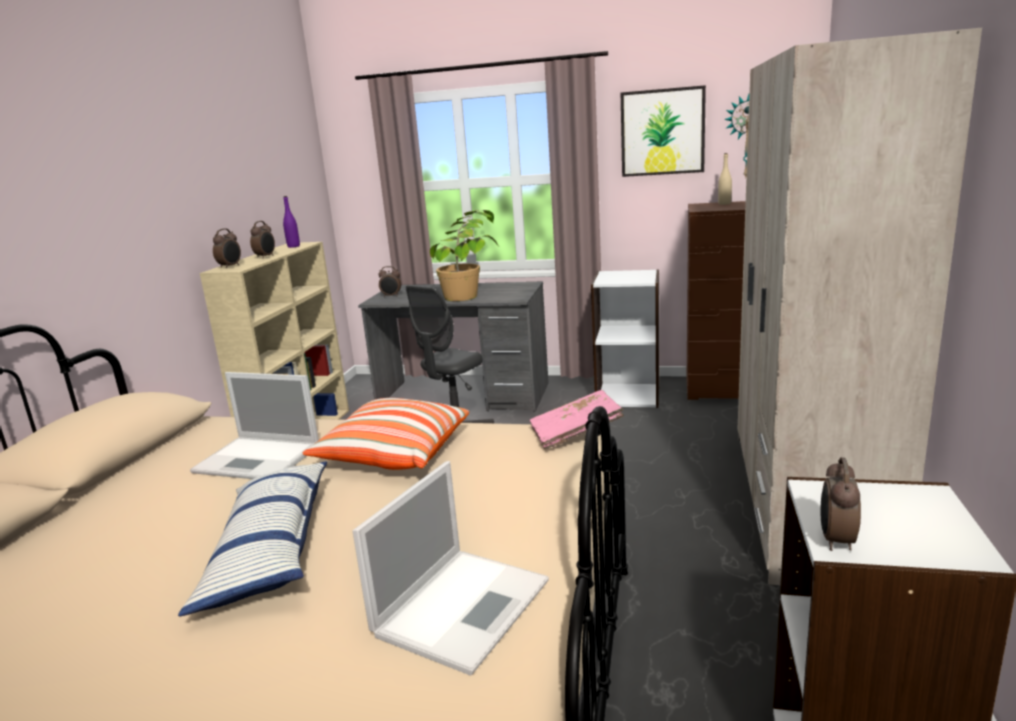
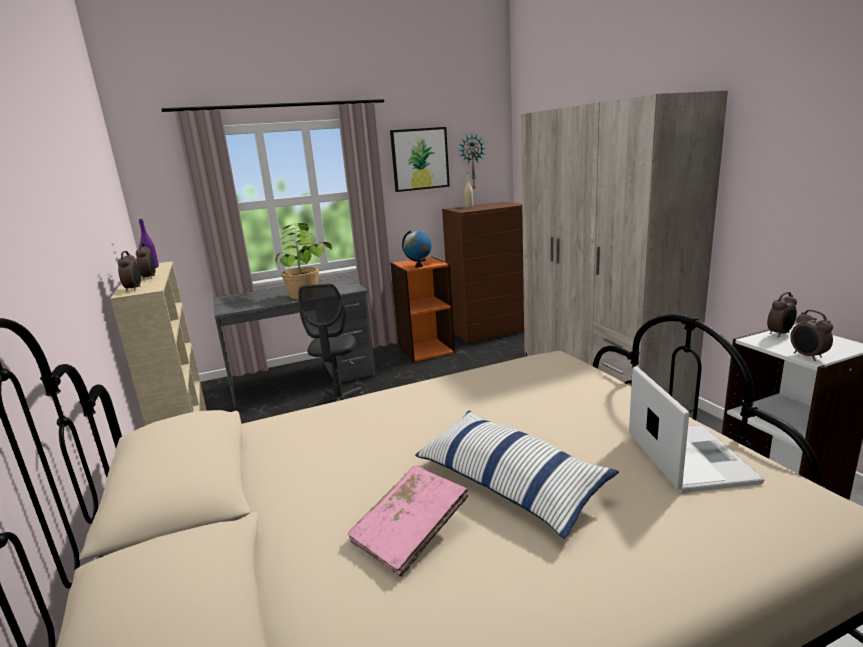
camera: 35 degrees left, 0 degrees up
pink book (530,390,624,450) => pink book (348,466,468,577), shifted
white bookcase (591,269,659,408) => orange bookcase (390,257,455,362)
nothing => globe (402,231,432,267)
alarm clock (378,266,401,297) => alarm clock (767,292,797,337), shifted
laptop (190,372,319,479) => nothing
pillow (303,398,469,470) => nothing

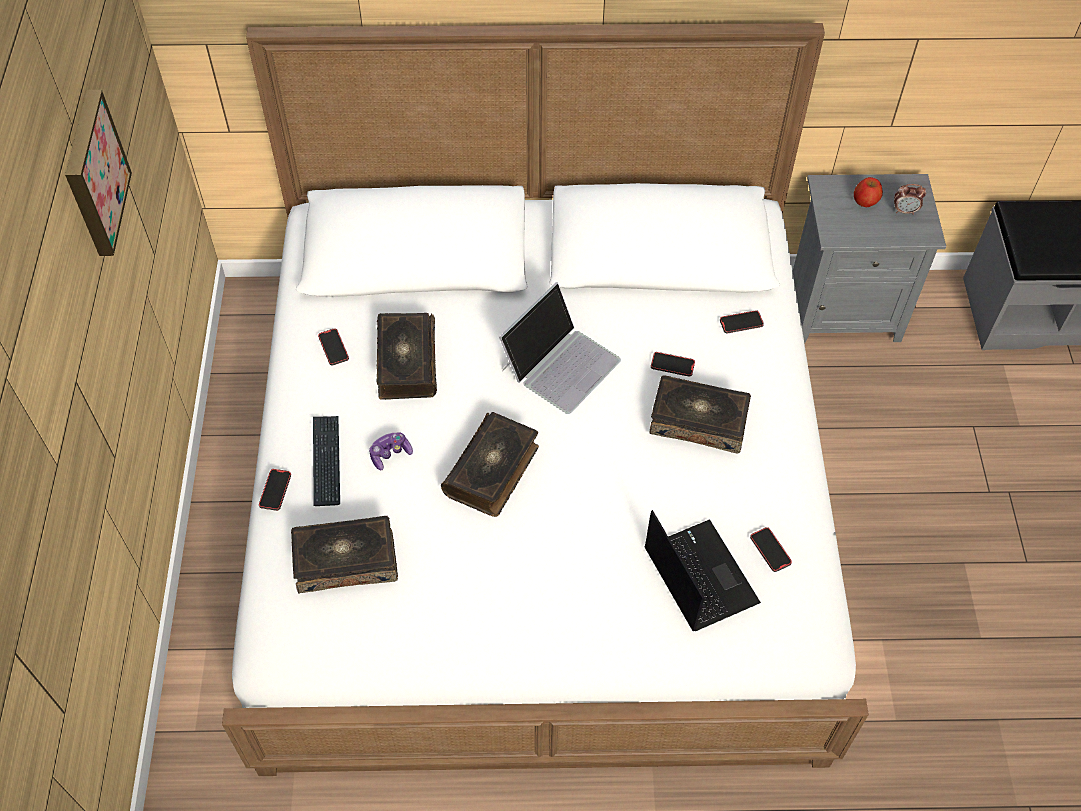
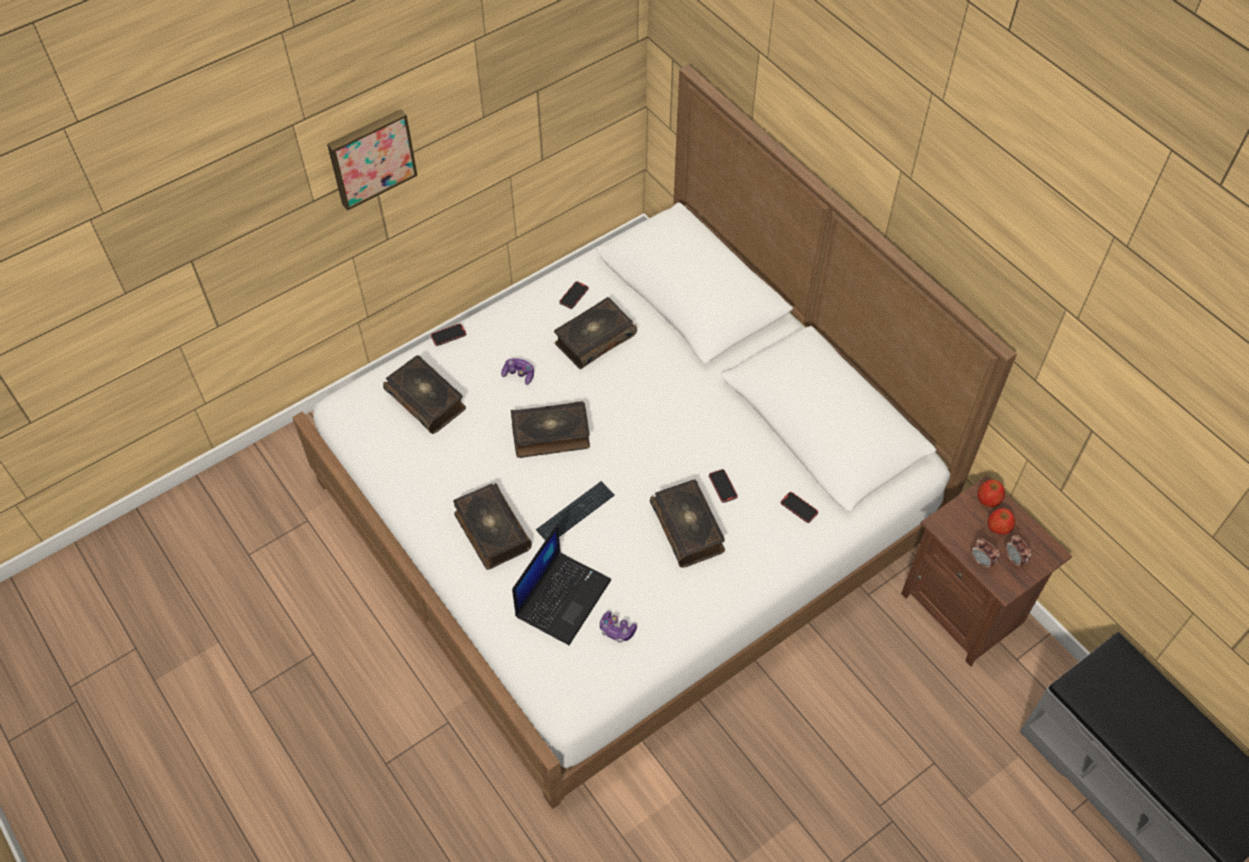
camera: 55 degrees right, 0 degrees up
picture (65,90,132,256) => picture (327,109,418,211), shifted
nothing => book (453,483,532,570)
keyboard (313,416,340,506) => keyboard (536,481,615,540), shifted
phone (750,527,792,572) => game controller (600,611,637,642)
grey nightstand (793,174,946,343) => brown nightstand (901,475,1072,667)
nothing => alarm clock (970,538,1000,568)
nothing => apple (977,480,1005,507)
laptop (499,282,621,414) => nothing

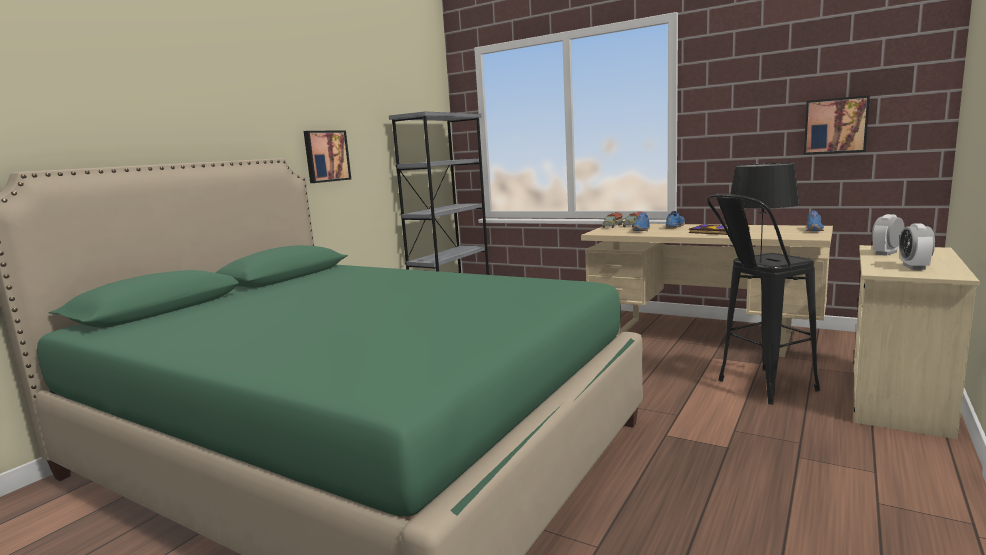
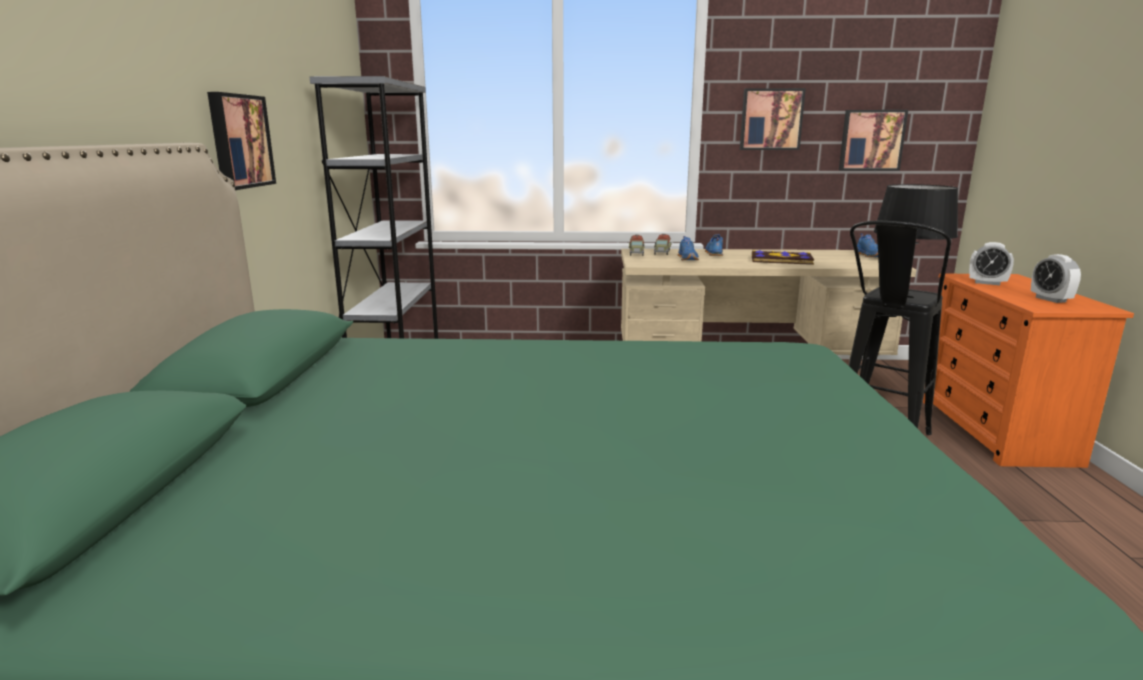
camera: 30 degrees left, 5 degrees up
nothing => picture (740,88,806,150)
beige dresser (853,245,980,439) => orange dresser (923,274,1134,468)
alarm clock (872,214,905,256) => alarm clock (969,242,1014,285), 90 degrees counterclockwise

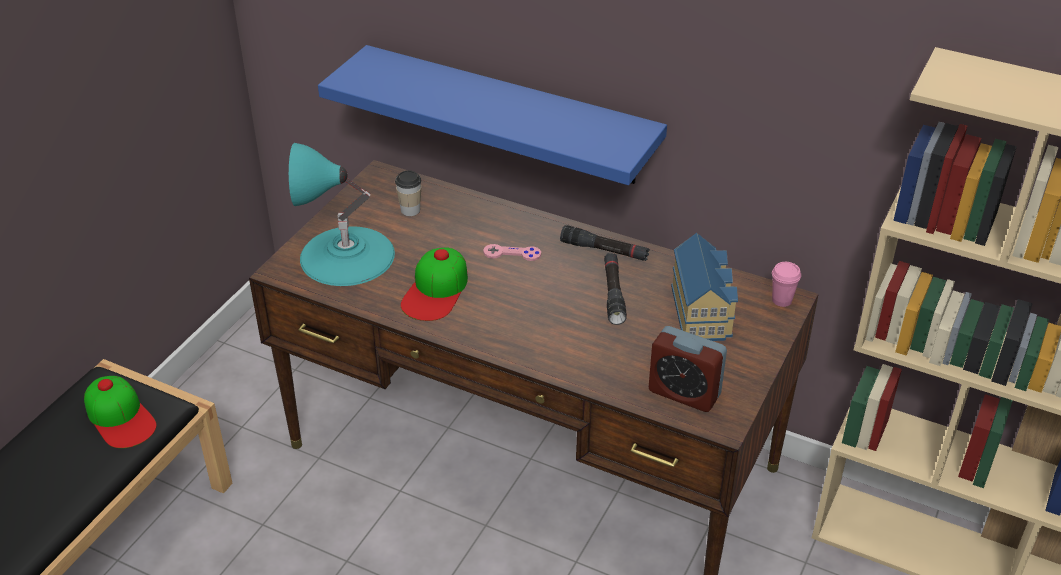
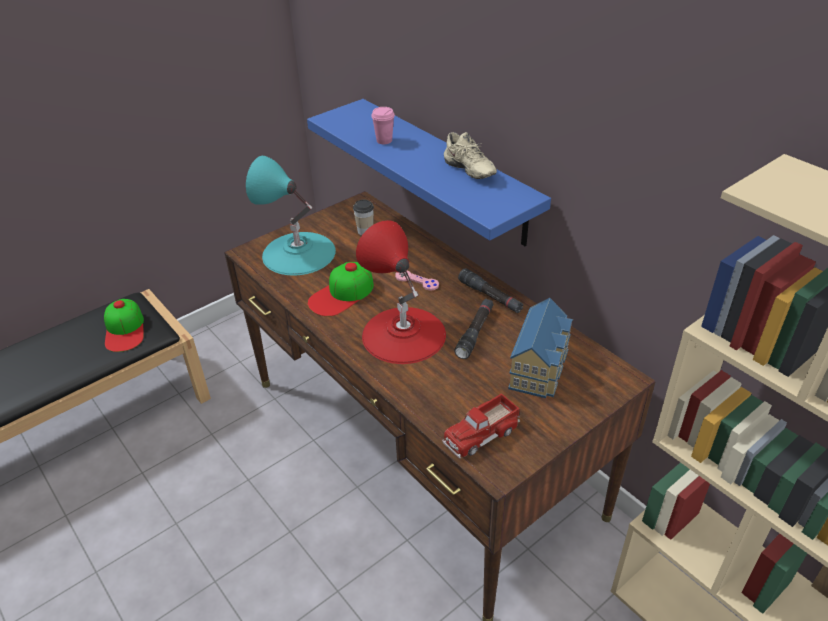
camera: 25 degrees right, 0 degrees up
nothing => red table lamp (356,220,446,364)
pink cup (772,262,801,307) => pink cup (371,107,395,144), shifted
alarm clock (649,326,727,412) => toy truck (442,393,520,459)
nothing => beige shoe (444,132,497,179)

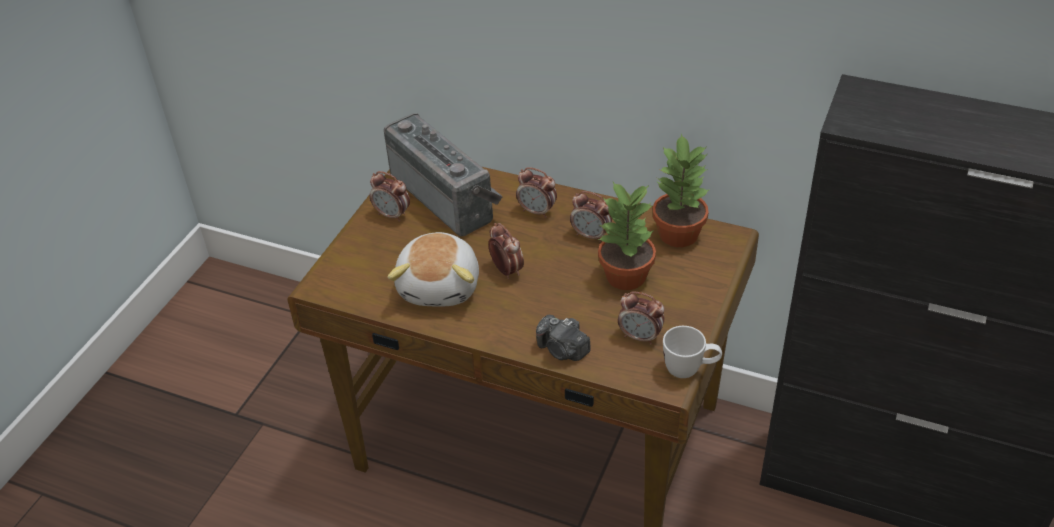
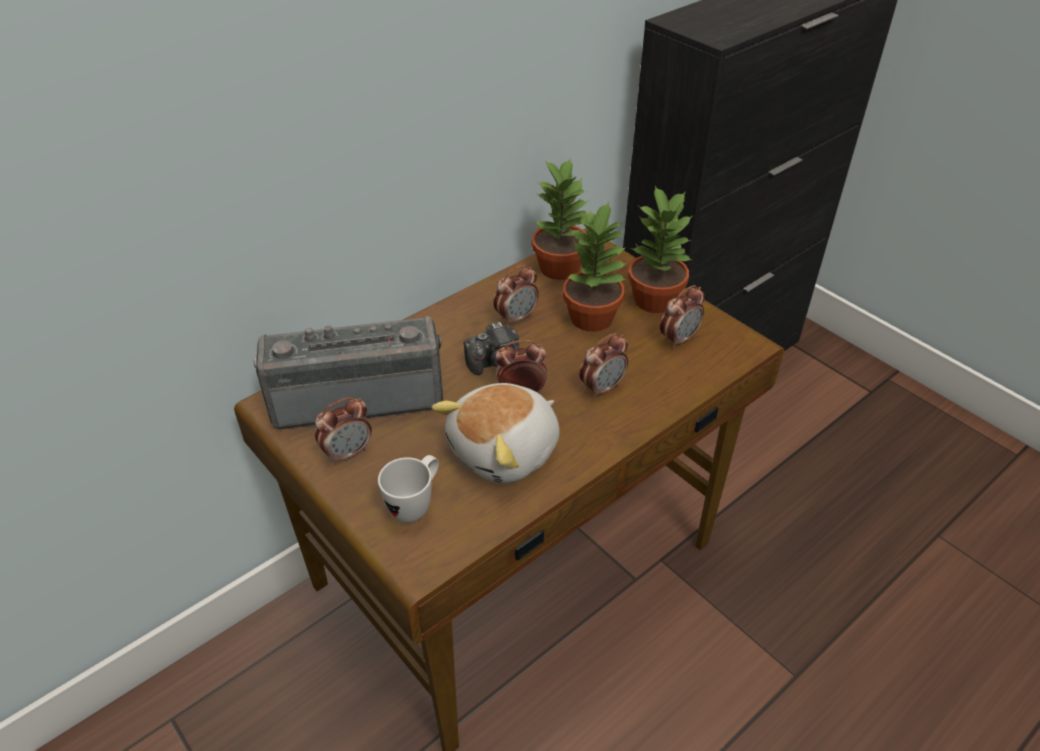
camera: 65 degrees left, 0 degrees up
white mug (663,326,722,378) => white mug (378,455,439,523), shifted
plush toy (388,232,479,307) => plush toy (431,383,560,484), 105 degrees clockwise
photo camera (536,315,591,361) => photo camera (464,322,519,375), shifted
alarm clock (516,167,557,218) => alarm clock (579,333,628,398), shifted
nothing => potted plant (628,186,692,313)

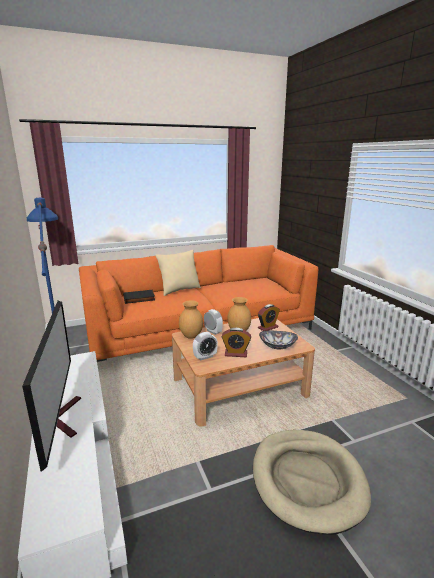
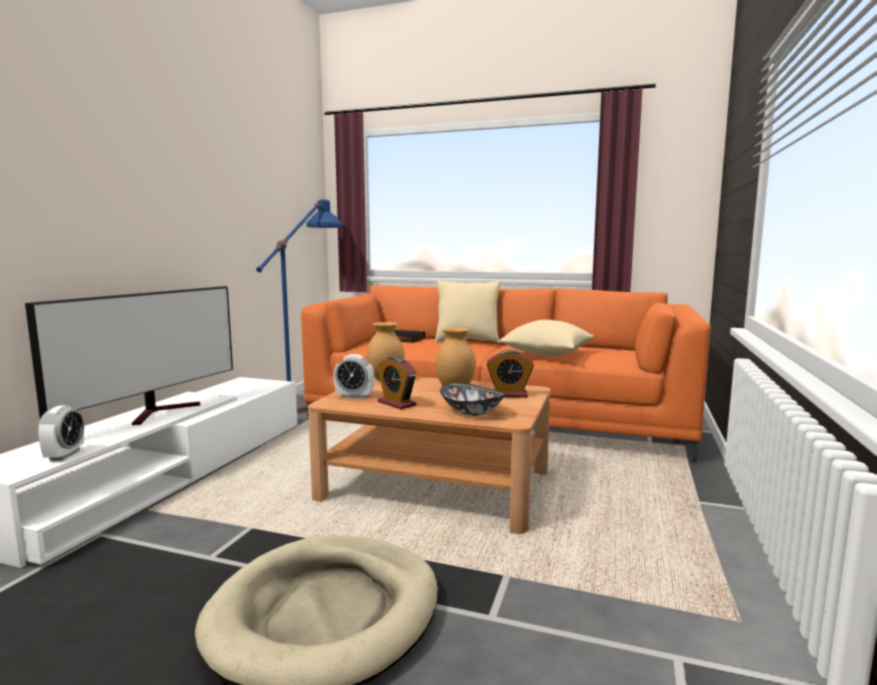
camera: 40 degrees right, 10 degrees down
alarm clock (204,309,223,335) => alarm clock (37,406,84,461), shifted
nothing => beige pillow (499,320,595,356)

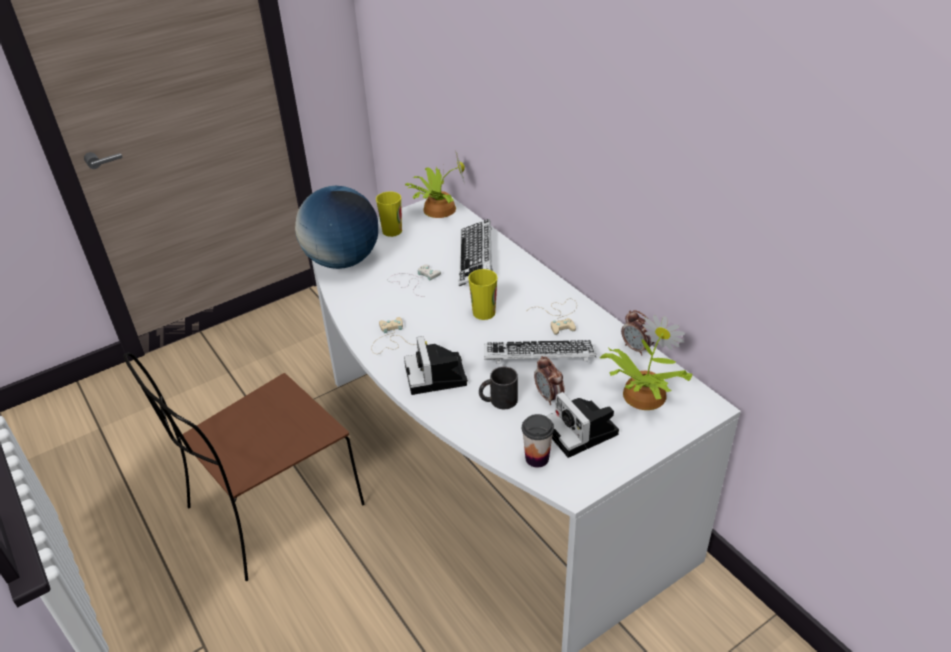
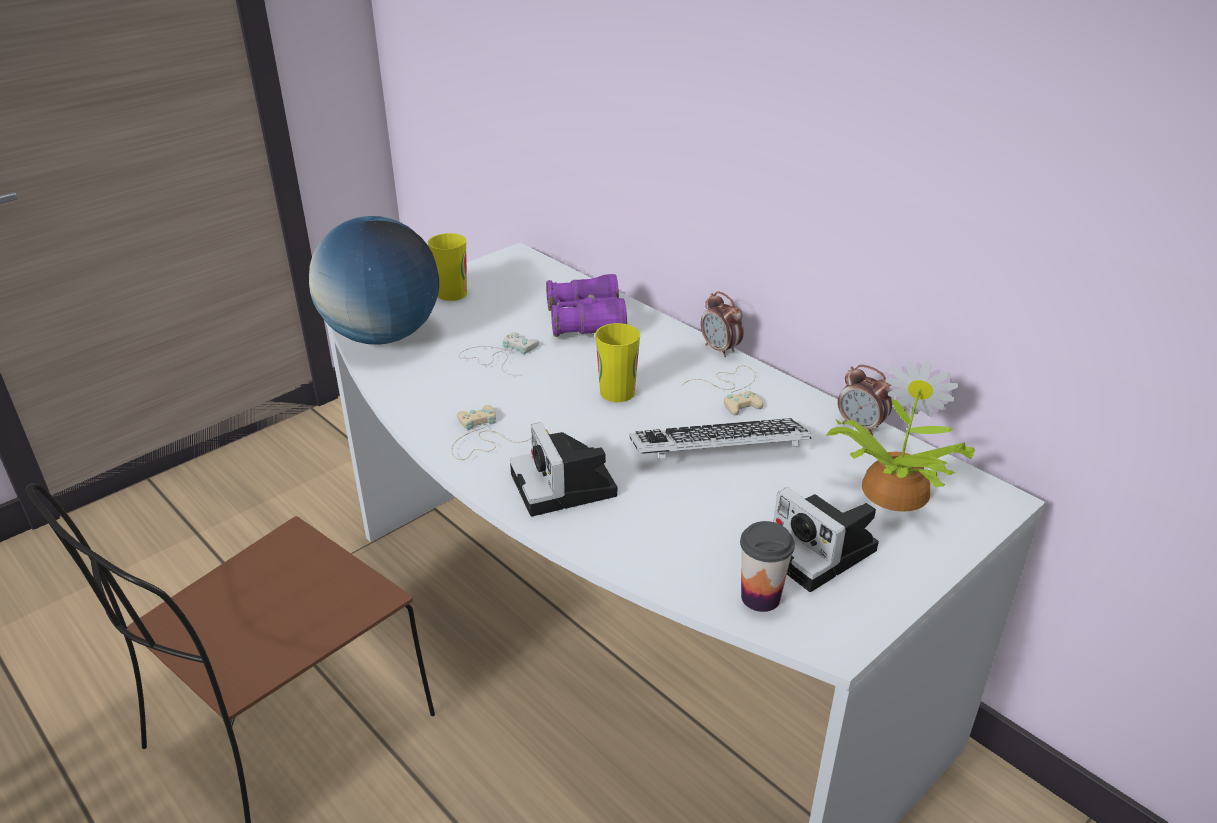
camera: 10 degrees left, 5 degrees down
keyboard (459,219,493,286) => purple binoculars (546,274,627,337)
alarm clock (534,356,565,405) => alarm clock (701,291,744,357), shifted
potted plant (405,154,465,218) => nothing
black mug (479,367,518,409) => nothing

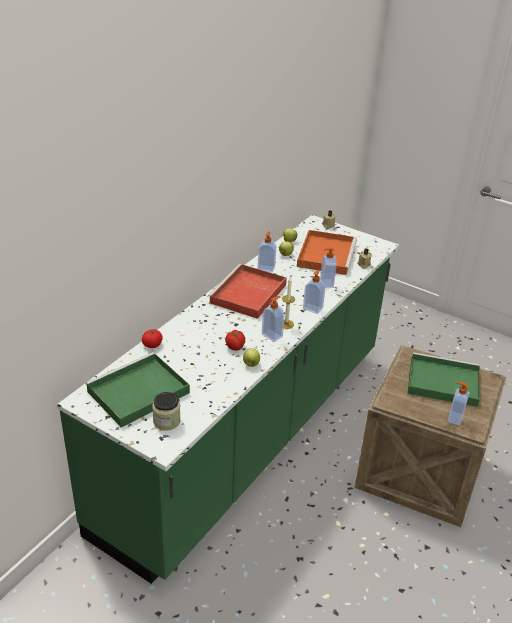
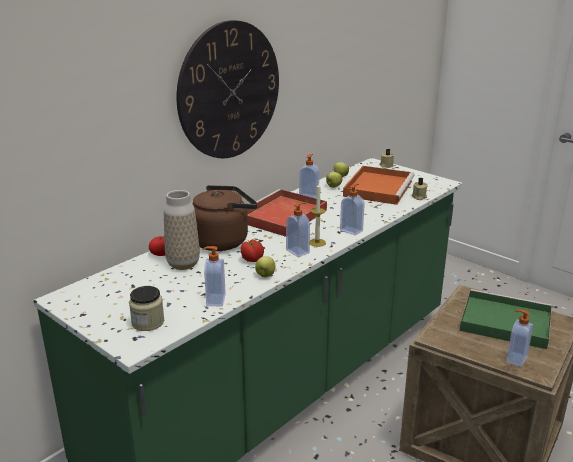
camera: 10 degrees right, 10 degrees down
nothing => vase (164,190,200,270)
nothing => wall clock (177,20,279,158)
nothing => brown kettle (192,185,258,251)
soap dispenser (320,248,337,288) => soap dispenser (203,246,226,306), shifted
green tray (85,352,190,428) => nothing

